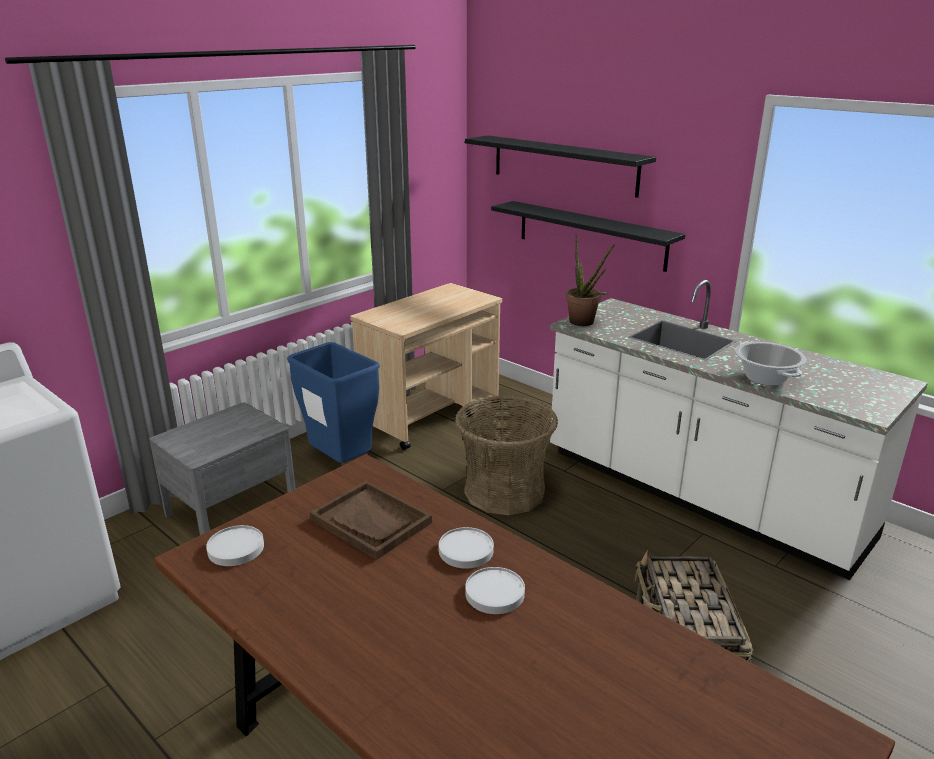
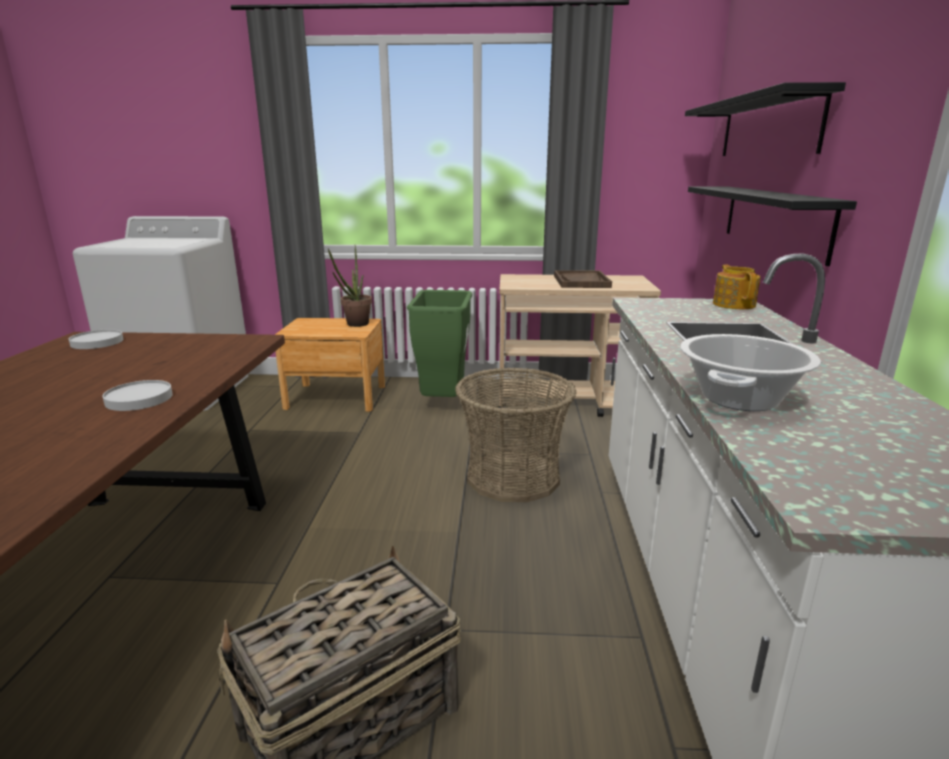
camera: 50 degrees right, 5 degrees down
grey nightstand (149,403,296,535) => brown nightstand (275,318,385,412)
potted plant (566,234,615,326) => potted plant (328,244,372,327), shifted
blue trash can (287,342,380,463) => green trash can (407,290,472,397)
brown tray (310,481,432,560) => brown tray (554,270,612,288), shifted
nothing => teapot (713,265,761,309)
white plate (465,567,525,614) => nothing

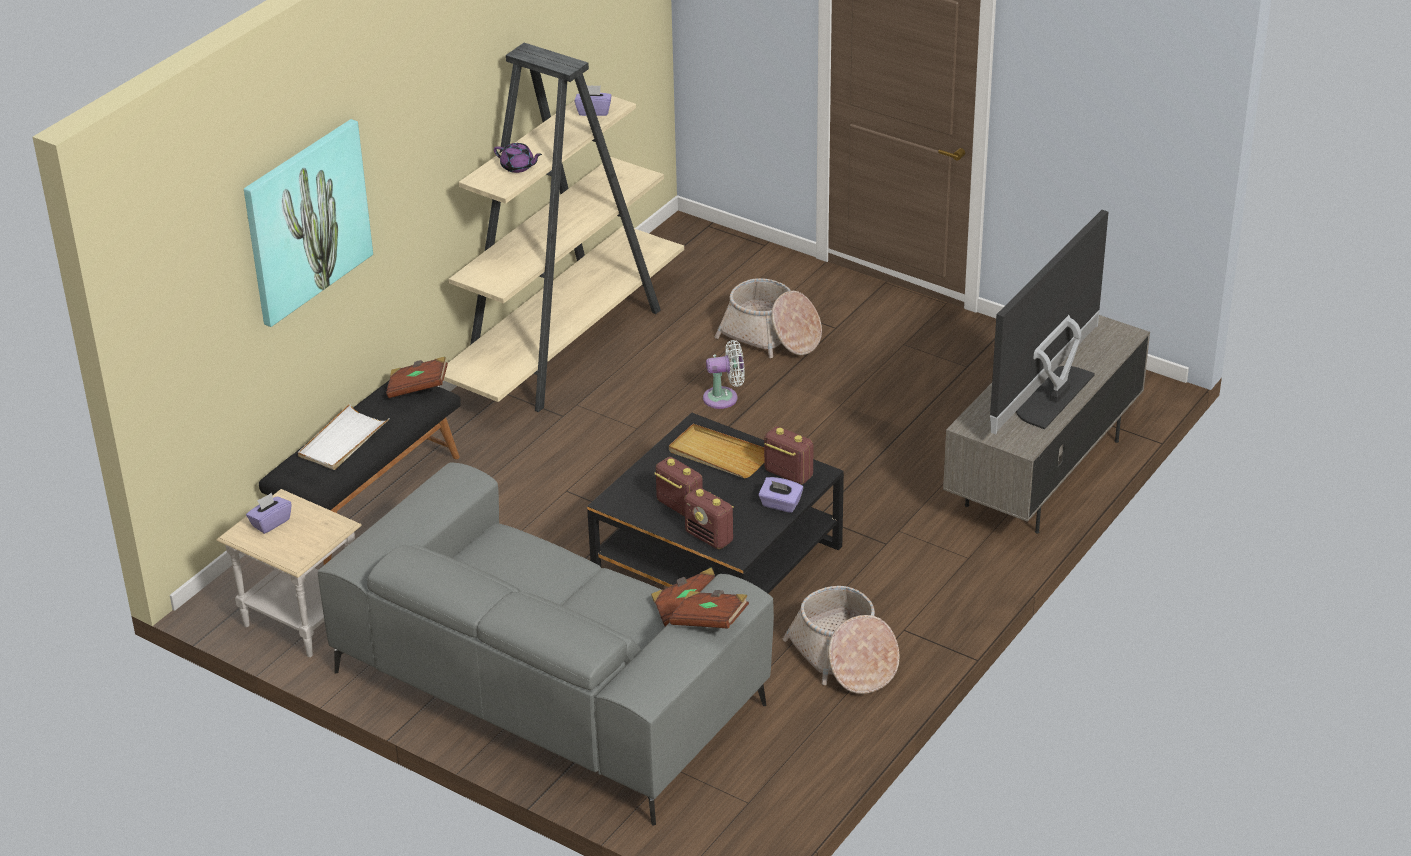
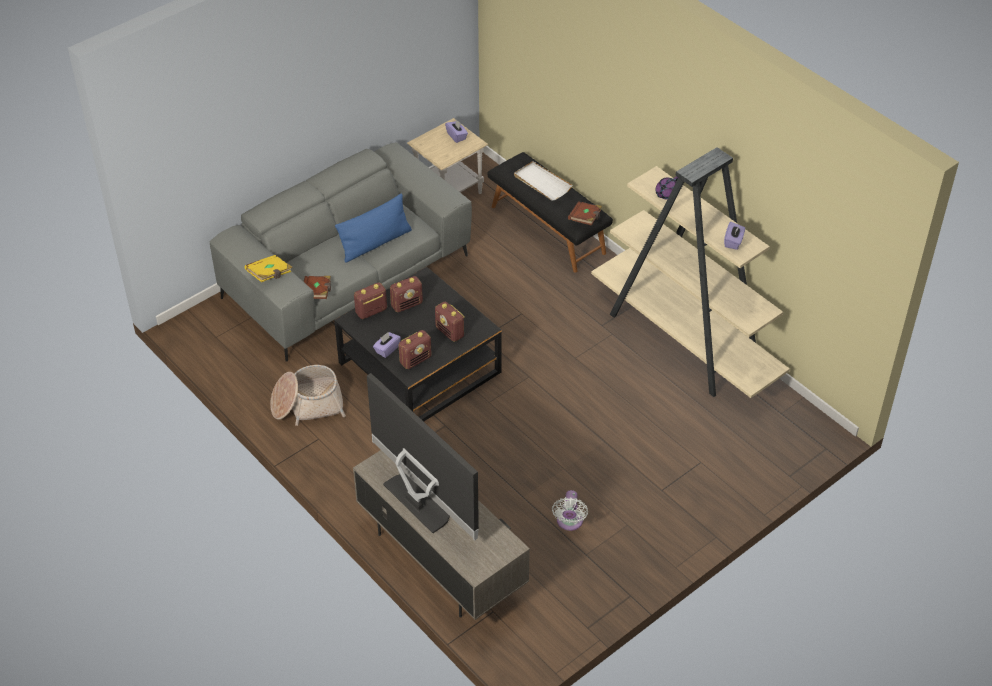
camera: 105 degrees right, 10 degrees up
brown book (669,590,749,629) => yellow book (244,255,292,282)
nothing => blue pillow (335,193,412,263)
beige tray (669,424,764,478) => radio (435,302,465,342)
white fan (703,340,745,409) => white fan (552,490,588,531), shifted
picture (244,119,373,327) => nothing
basket (715,278,822,358) => nothing

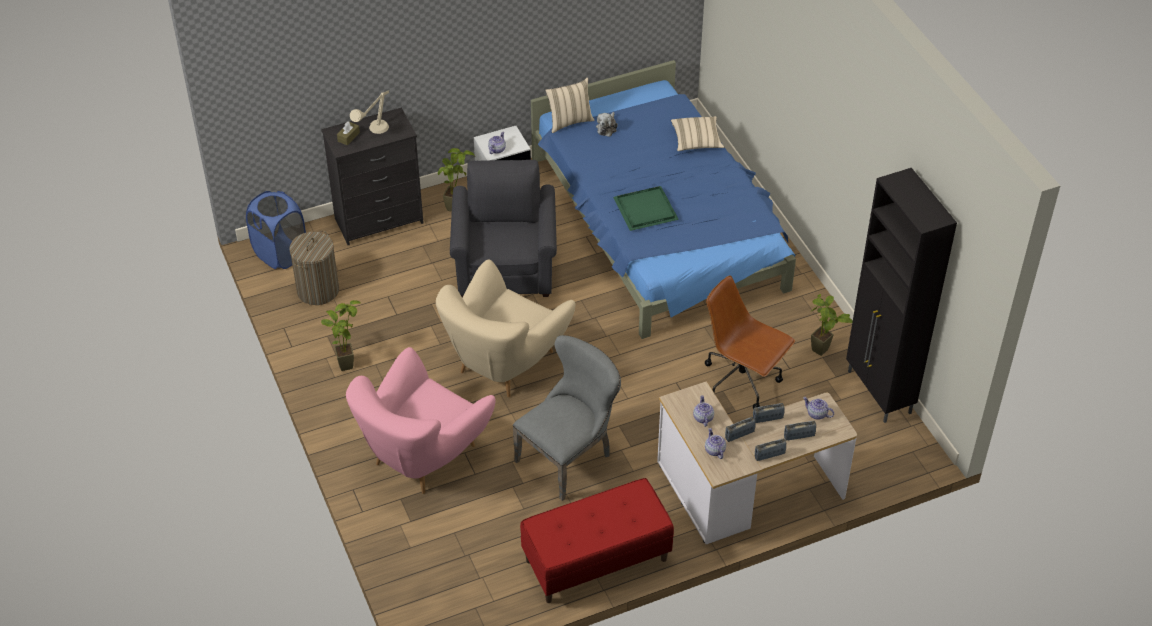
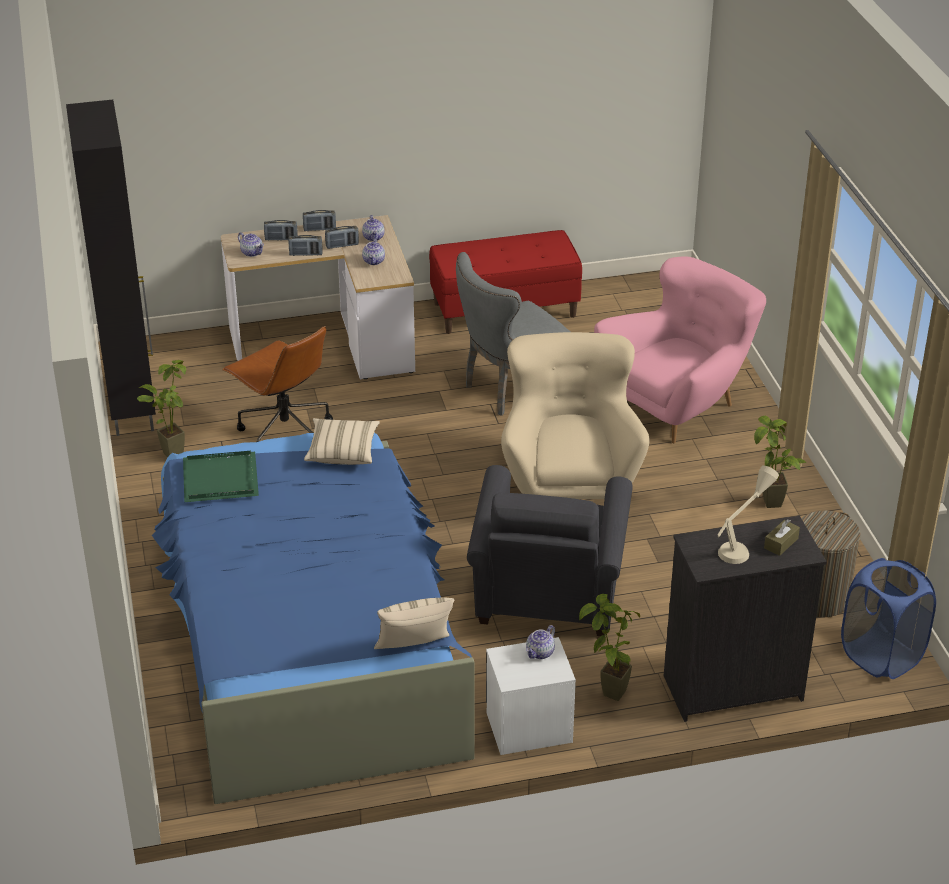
camera: 170 degrees left, 10 degrees down
green tray (613,186,679,231) => green tray (183,451,259,502), shifted
beige pillow (671,116,724,151) => beige pillow (304,418,380,465), shifted
beige armchair (436,259,576,398) => beige armchair (501,332,650,499), 45 degrees counterclockwise
plush toy (596,112,618,137) => nothing

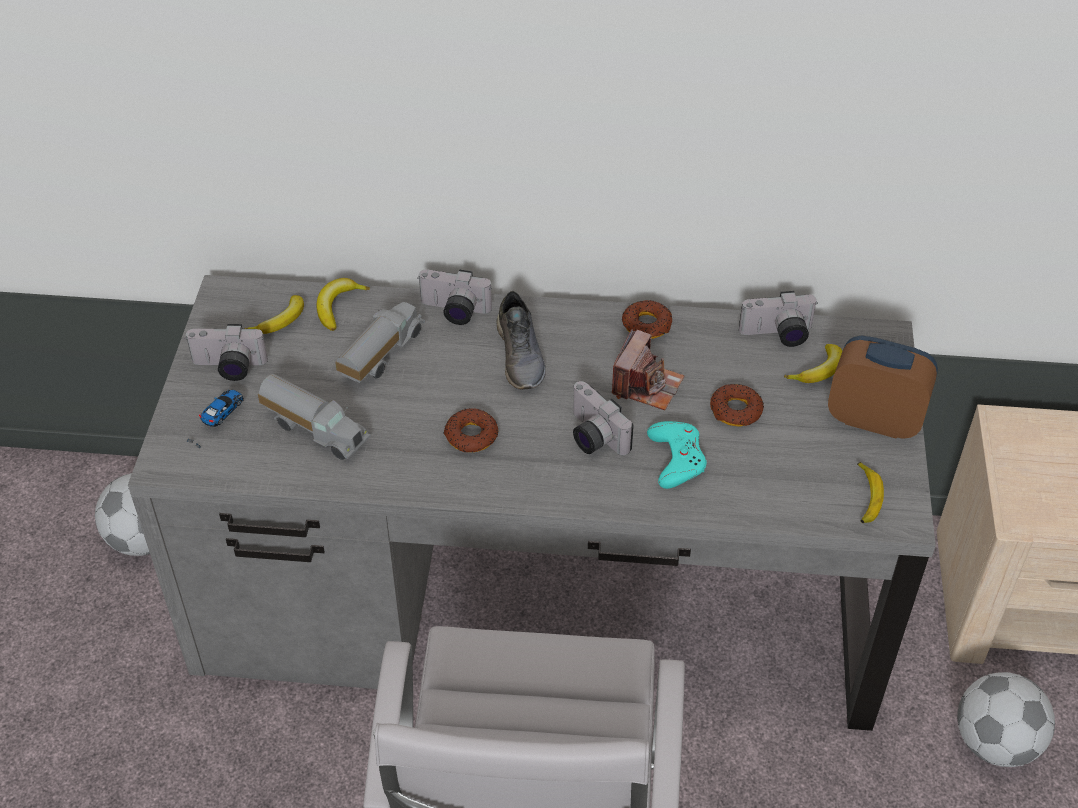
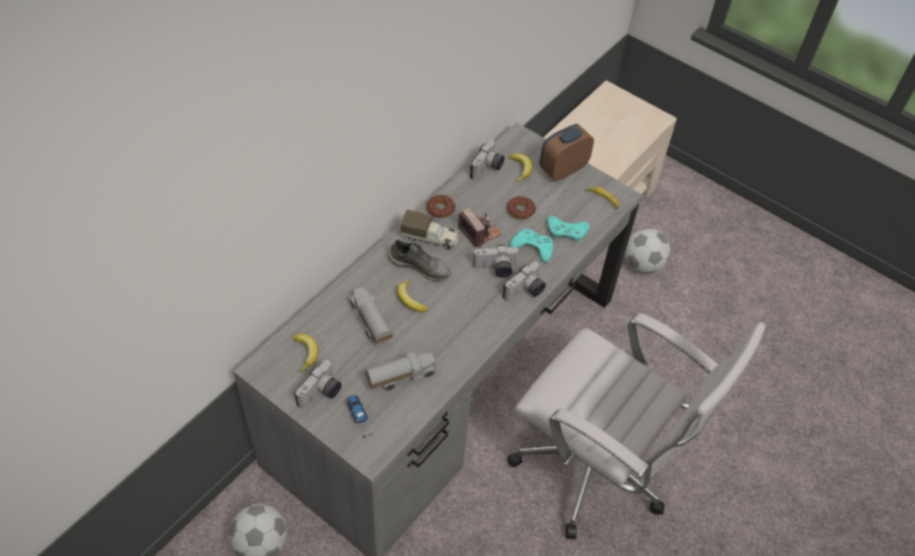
camera: 60 degrees left, 5 degrees up
banana (317,278,370,331) => banana (397,279,428,312), shifted
nothing => toy truck (401,210,459,250)
photo camera (417,269,492,325) => photo camera (503,262,546,302), shifted
nothing => turquoise game controller (547,216,590,243)
donut (443,408,498,452) => nothing

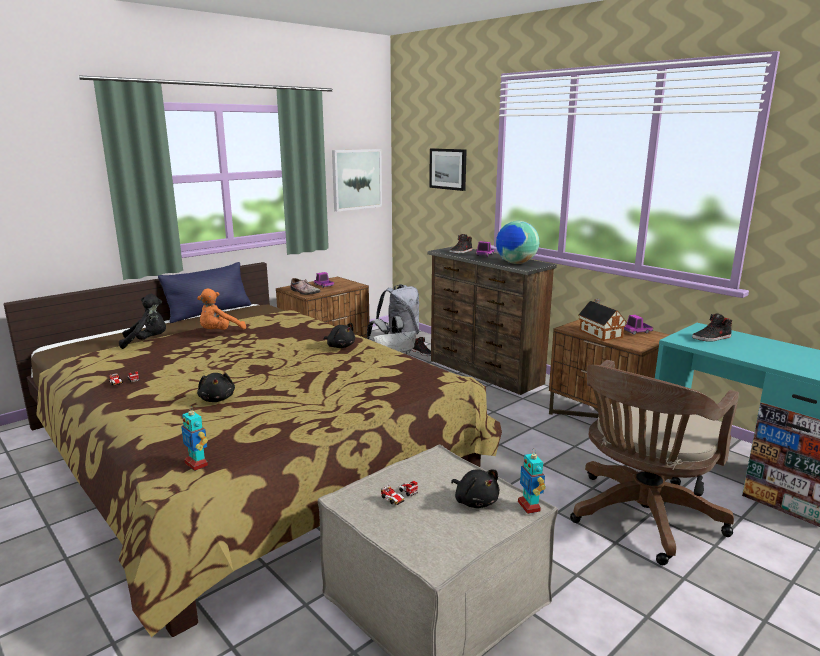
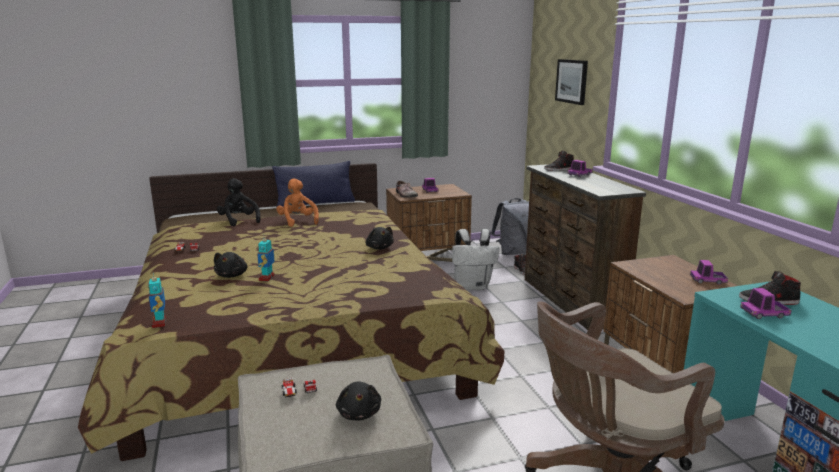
camera: 25 degrees right, 0 degrees up
black plush toy (119,294,166,349) => black plush toy (217,178,261,226), 135 degrees counterclockwise
toy robot (518,448,546,514) => toy robot (257,235,275,281), shifted
orange plush toy (197,289,246,330) => orange plush toy (276,178,319,227), 90 degrees clockwise
nothing => toy truck (740,288,792,319)
picture (332,149,382,211) => nothing
globe (496,221,539,264) => nothing
toy house (578,299,627,341) => nothing

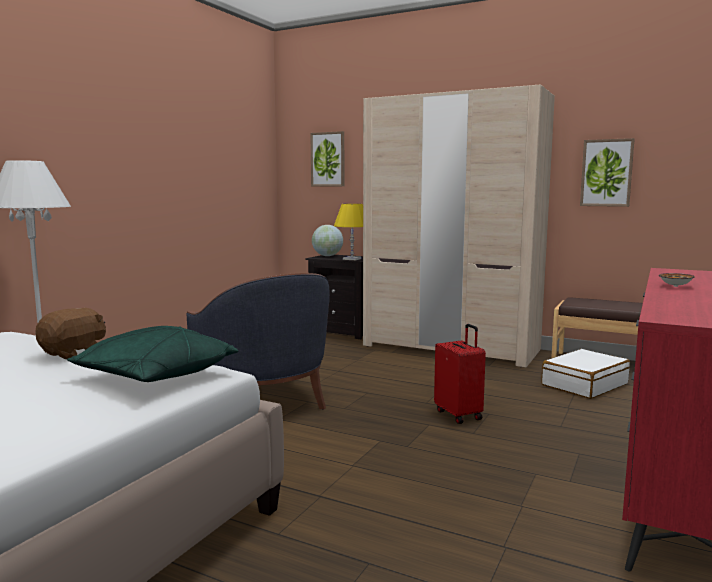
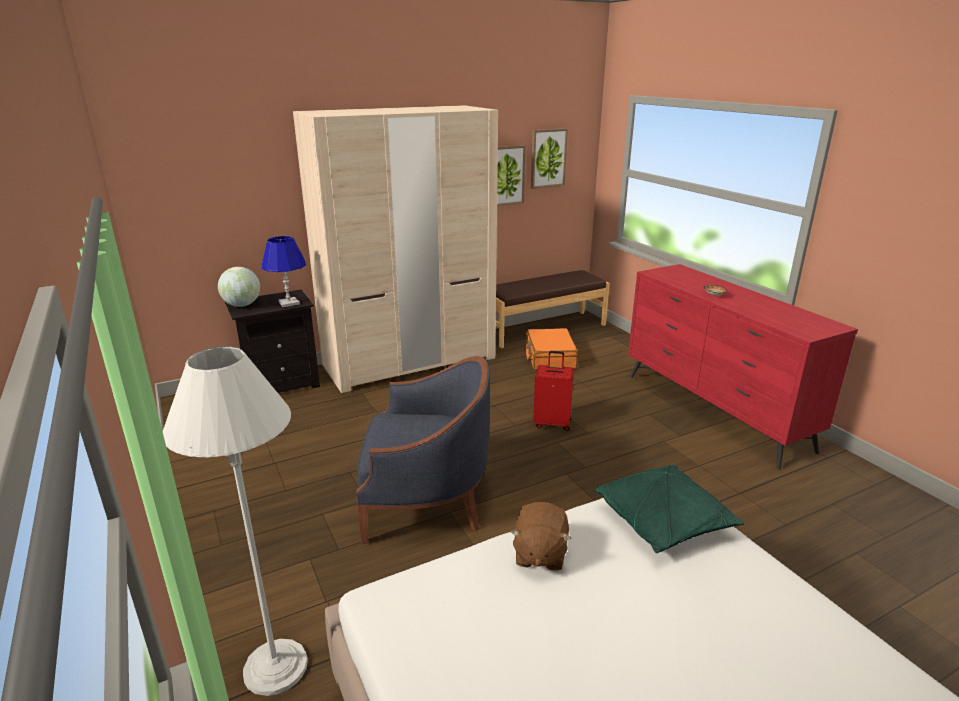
camera: 55 degrees left, 15 degrees up
yellow table lamp (334,204,363,260) => blue table lamp (261,236,306,307)
brown plush toy (35,308,106,360) => brown plush toy (510,502,571,571), 150 degrees counterclockwise
white suitcase (541,349,630,399) => orange suitcase (526,328,578,370)
picture (310,131,344,186) => picture (531,128,568,189), shifted

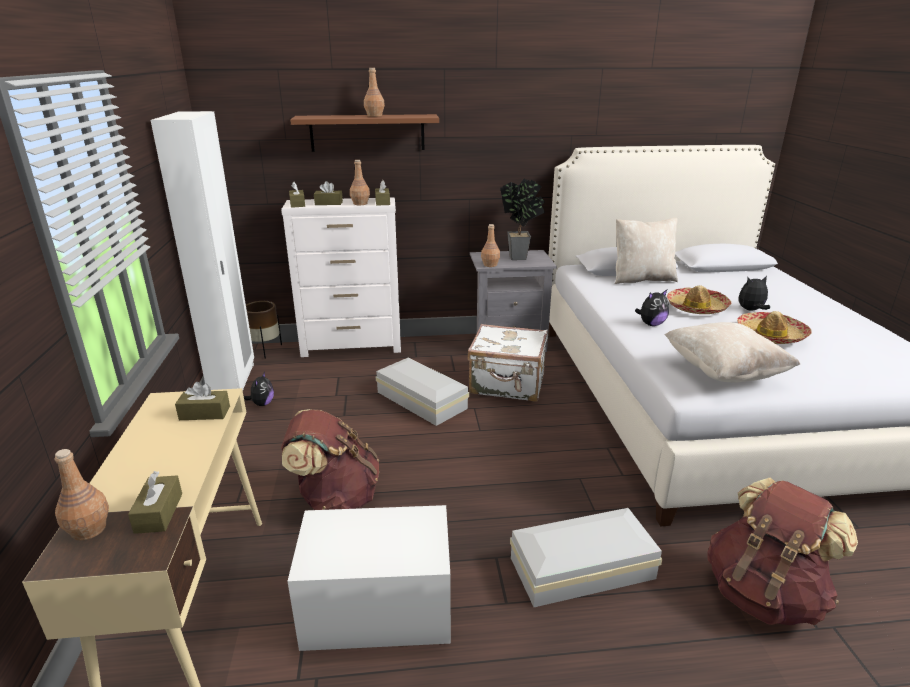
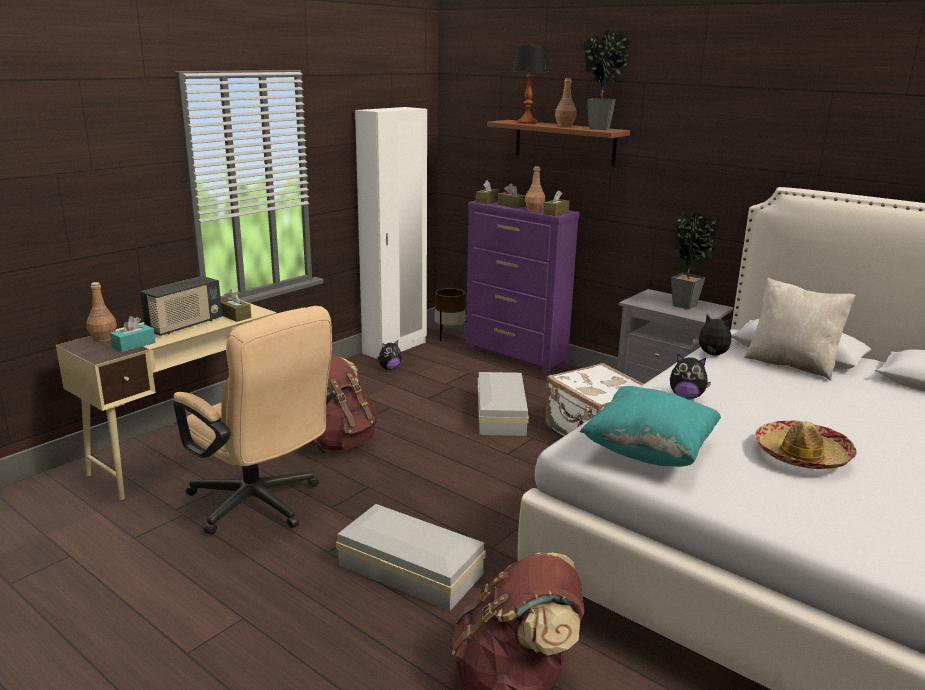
camera: 45 degrees right, 5 degrees down
brown tissue box (128,471,182,534) => turquoise tissue box (110,316,156,352)
nothing => radio (140,276,222,336)
white storage box (287,505,451,651) => beige office chair (173,306,334,535)
white dresser (281,197,401,357) => purple dresser (466,201,579,375)
nothing => table lamp (511,45,549,124)
beige pillow (665,322,800,382) => turquoise pillow (580,386,721,467)
nothing => potted plant (584,29,631,130)
plush toy (739,276,770,311) => plush toy (693,314,731,356), shifted
brown bottle (481,224,500,267) => nothing
hat (667,285,731,314) => nothing

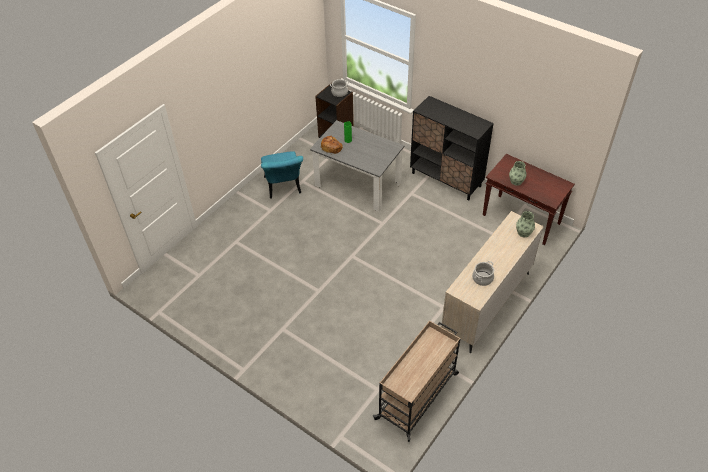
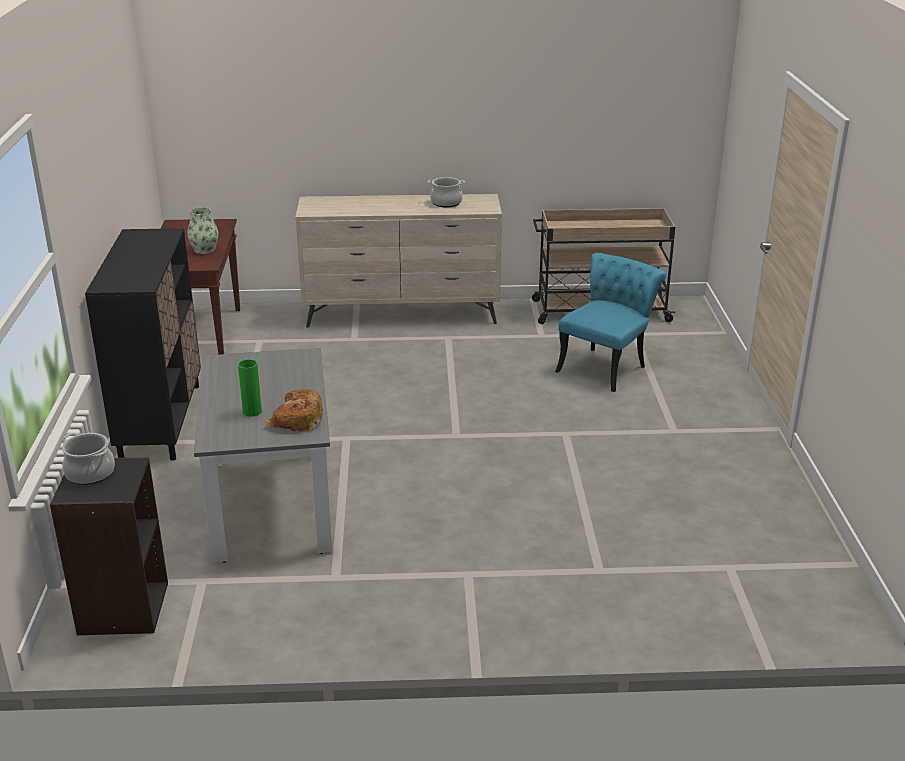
camera: 130 degrees left, 20 degrees down
turquoise chair (261,151,303,199) => turquoise chair (555,253,667,392), shifted
vase (516,211,535,237) => nothing

